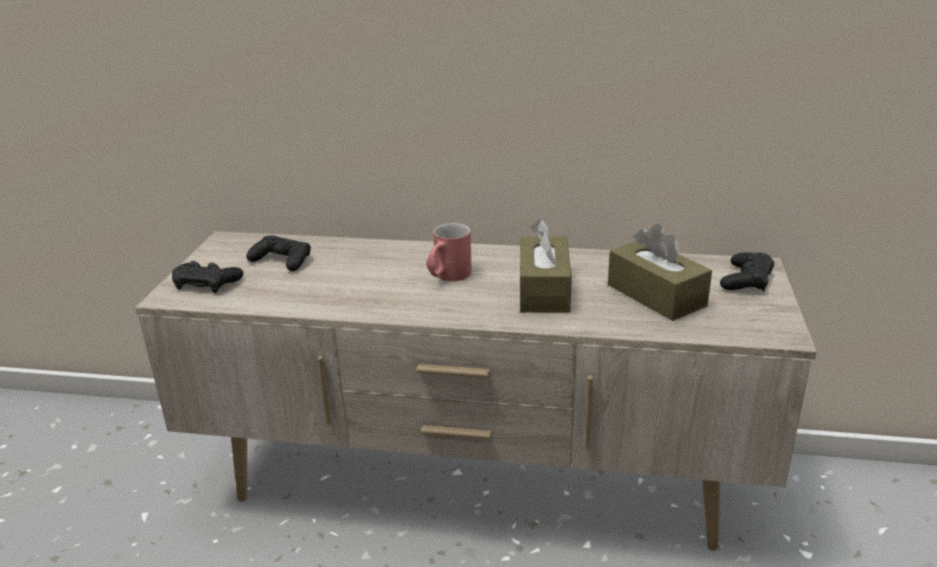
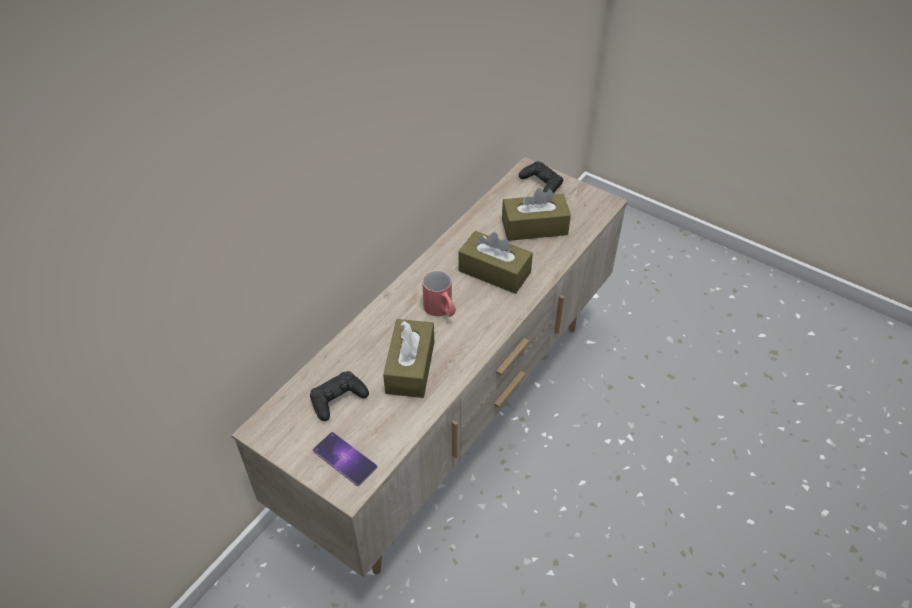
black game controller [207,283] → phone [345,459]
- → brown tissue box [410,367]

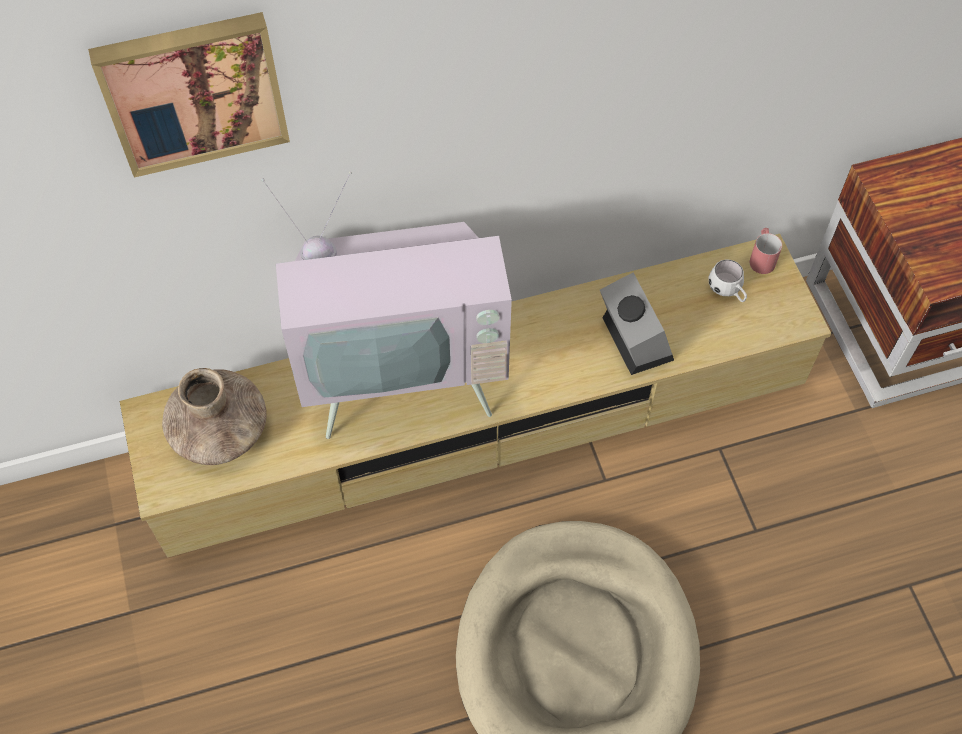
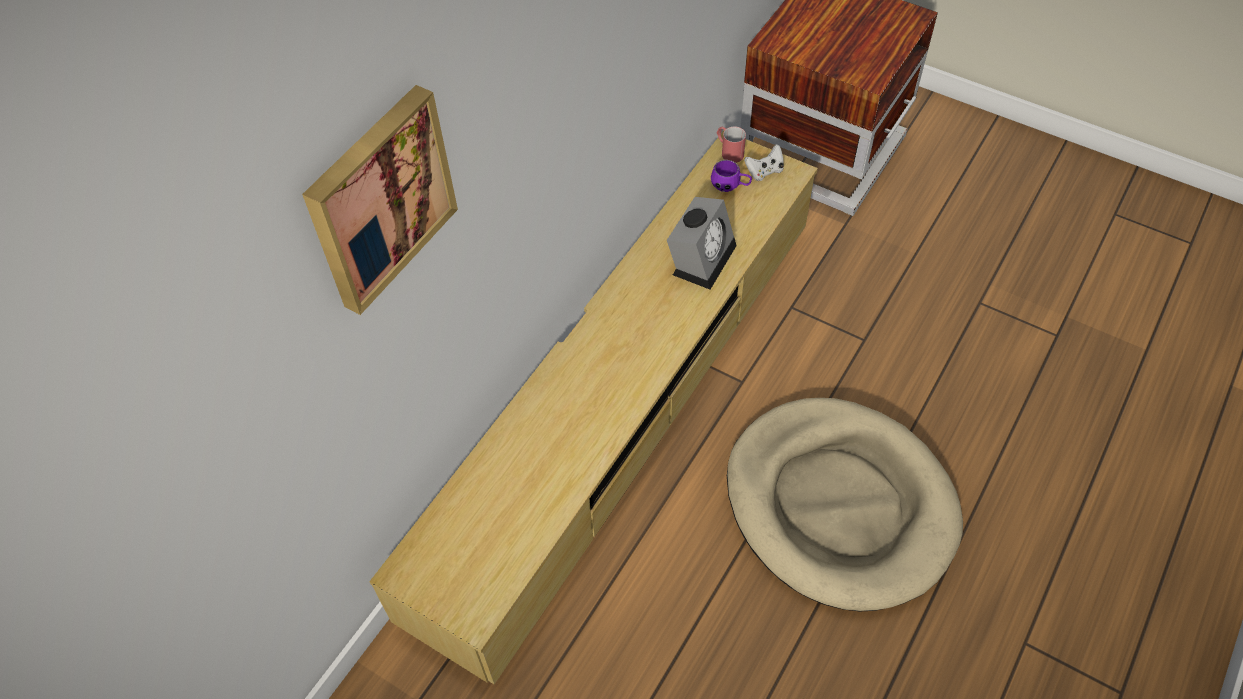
brown vase [219,430] → -
television [403,380] → -
alarm clock [632,338] → alarm clock [702,257], 90 degrees clockwise
white mug [727,292] → purple mug [730,186]
- → white game controller [764,172]

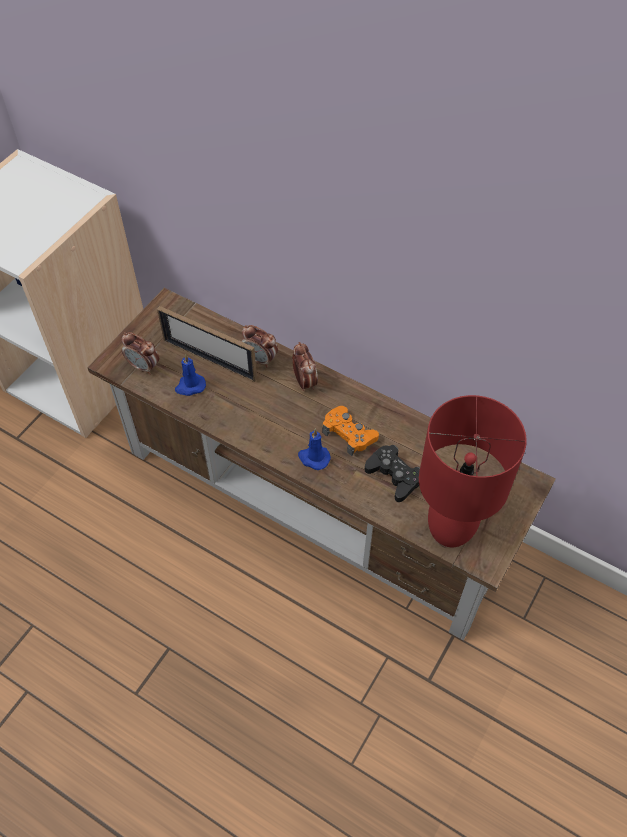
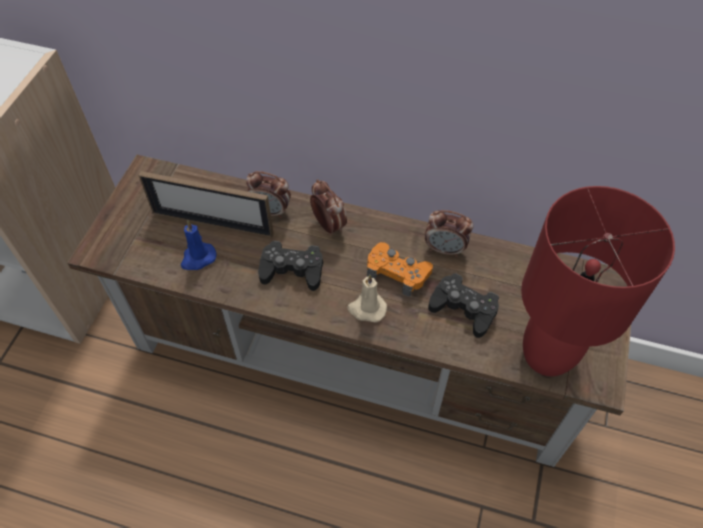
alarm clock [144,367] → alarm clock [445,249], moved
blue candle [313,458] → beige candle [366,309]
- → black game controller [292,270]

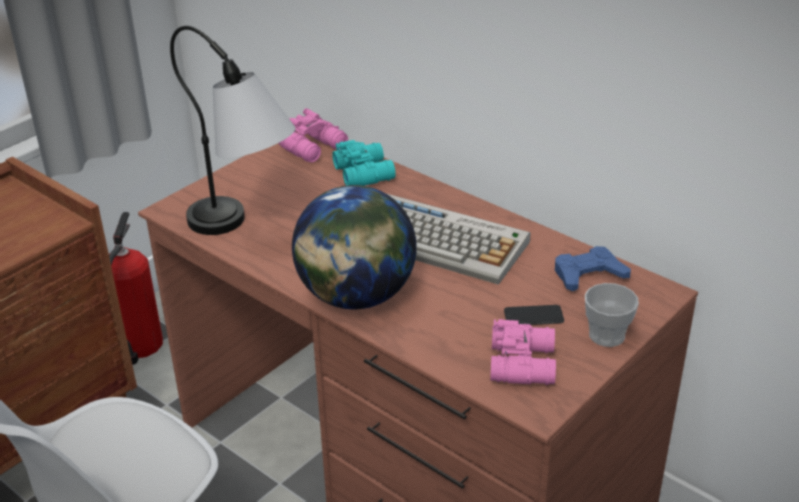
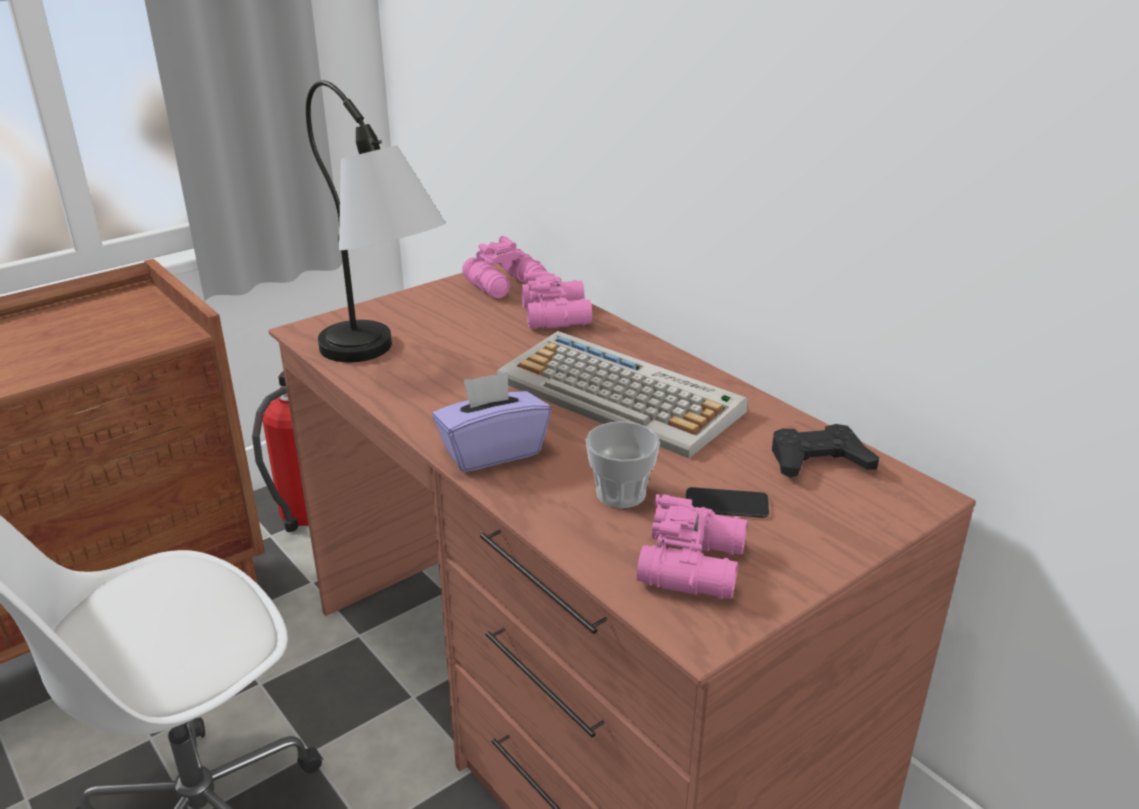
globe [356,296] → purple tissue box [492,451]
turquoise binoculars [365,172] → pink binoculars [557,315]
blue game controller [588,274] → black game controller [818,460]
cup [606,335] → cup [621,494], moved

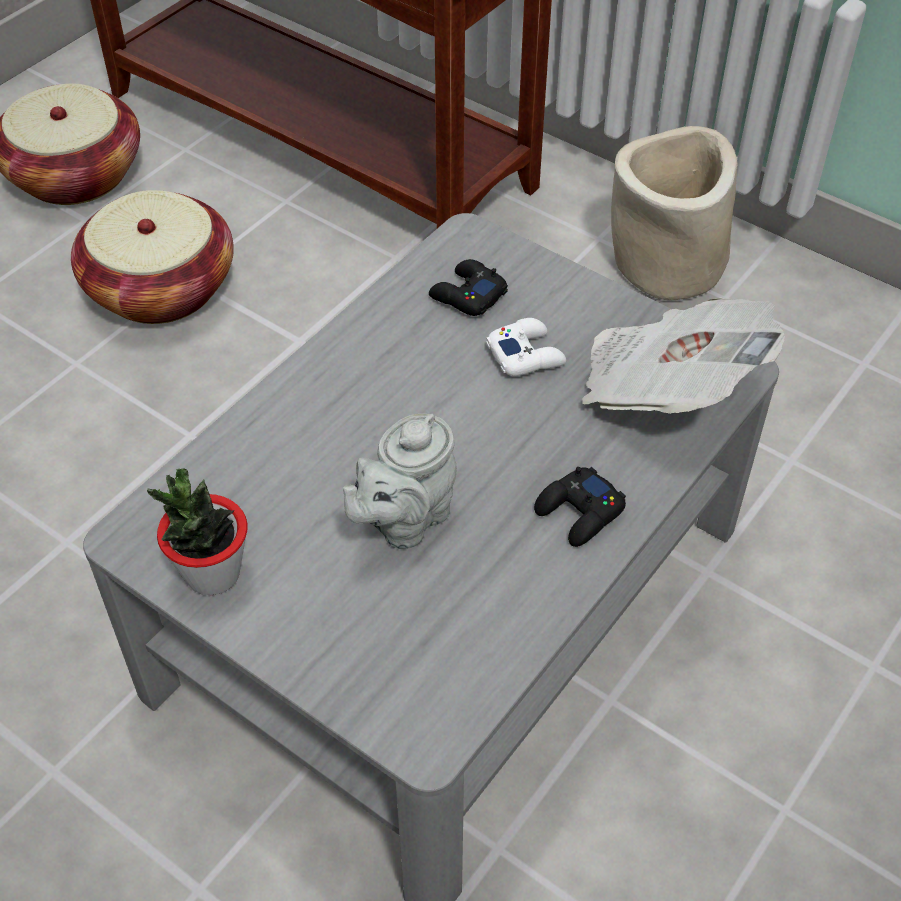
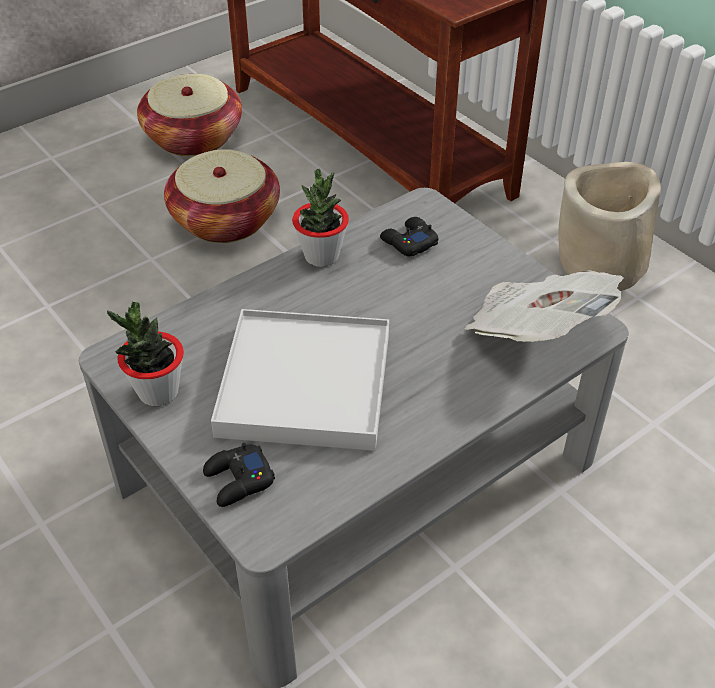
grey teapot [404,520] → white tray [306,384]
white game controller [526,354] → -
black game controller [579,513] → black game controller [238,480], moved
- → potted plant [321,256]

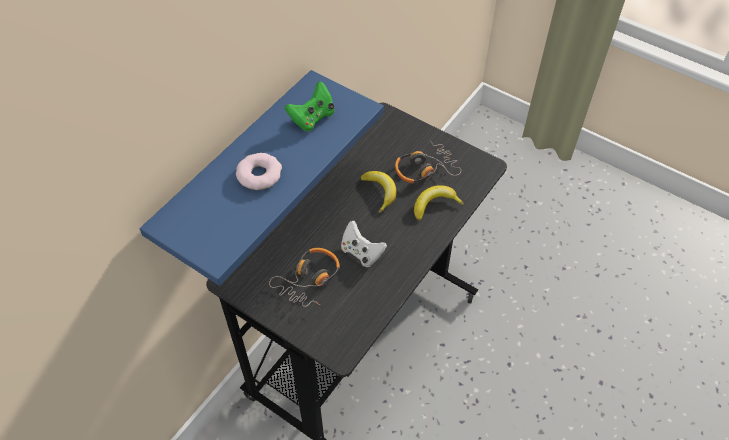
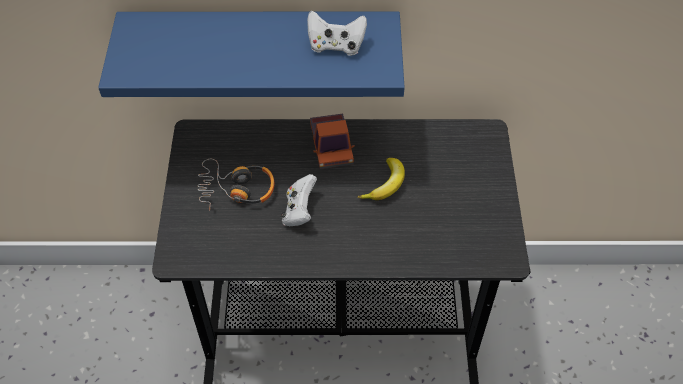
donut [259,175] → -
green game controller [312,118] → white game controller [336,46]
headphones [425,169] → -
banana [434,205] → -
- → toy truck [331,146]

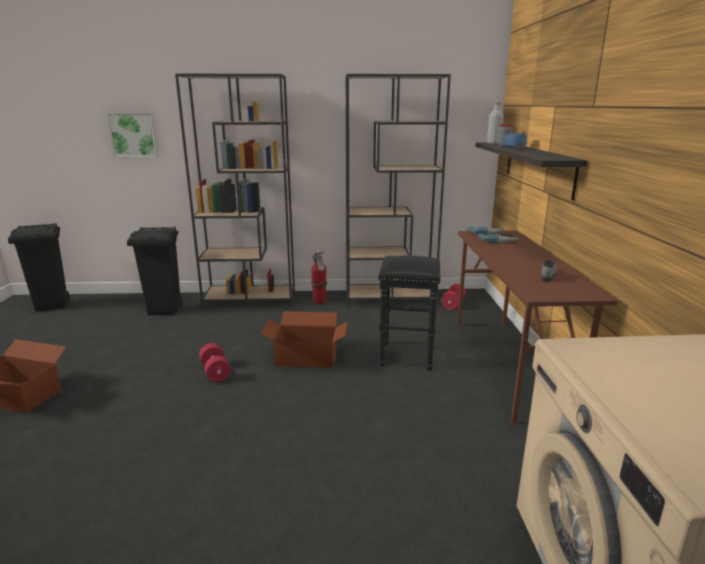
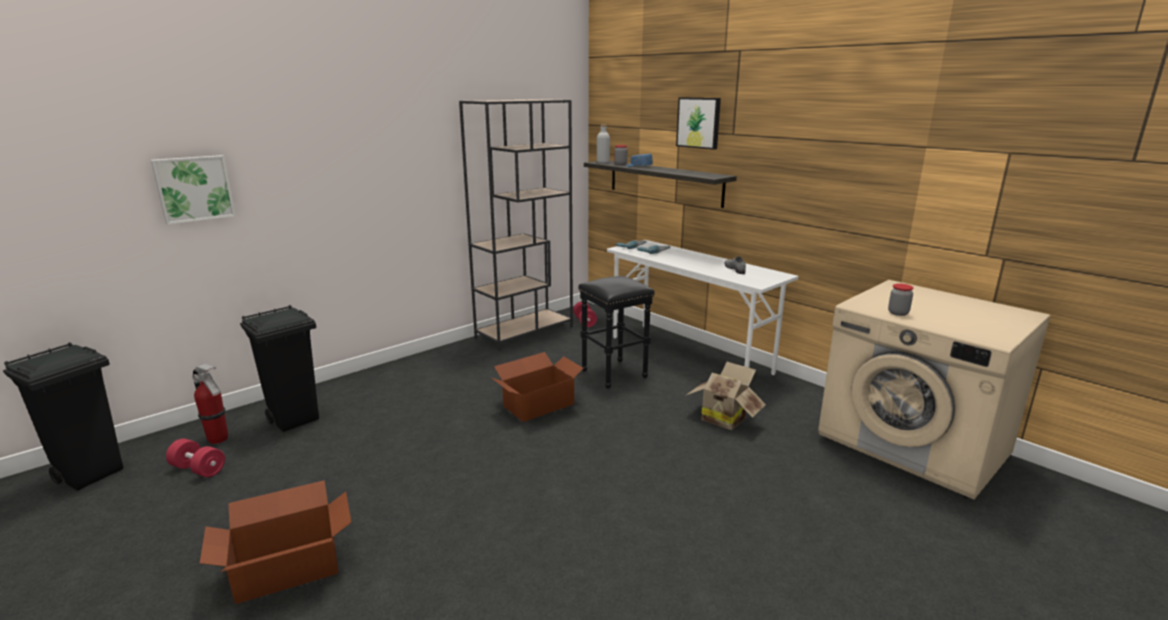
bookcase [250,299] → -
red dumbbell [215,372] → red dumbbell [198,469], moved
fire extinguisher [319,302] → fire extinguisher [218,439], moved
brown desk [508,365] → white desk [689,355]
- → picture [699,122]
- → cardboard box [724,417]
- → jar [898,313]

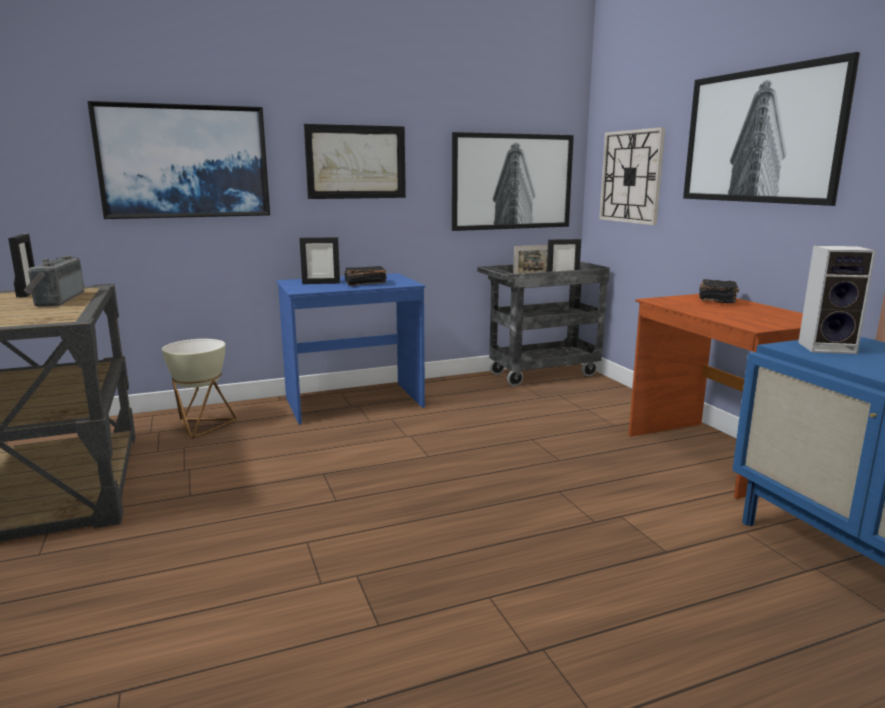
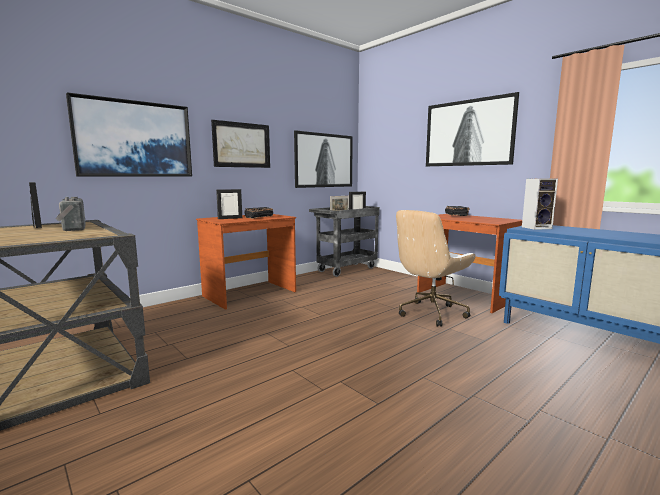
planter [203,426] → -
blue desk [354,403] → brown desk [250,294]
wall clock [631,176] → -
- → white office chair [430,314]

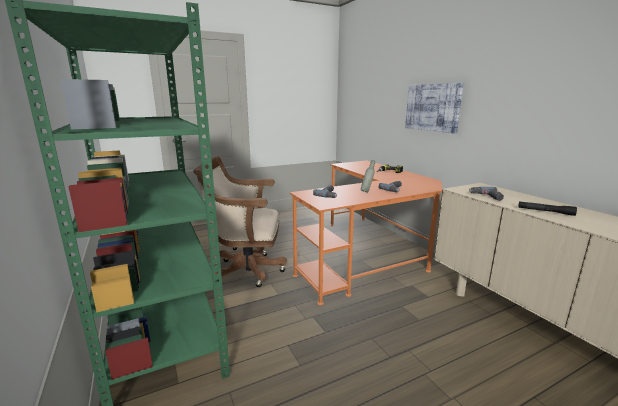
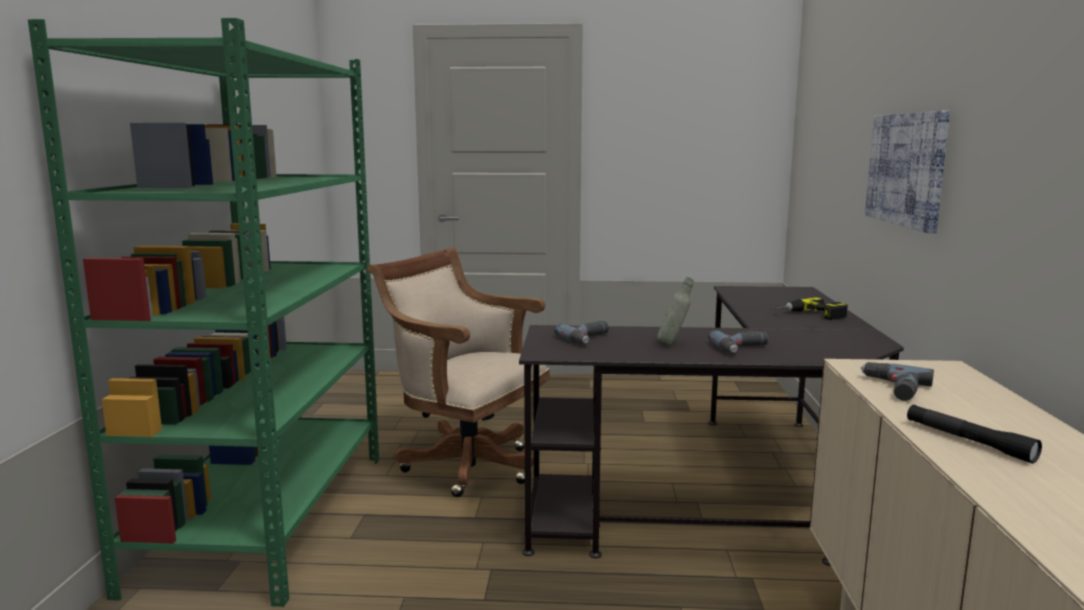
orange desk [369,254] → black desk [729,494]

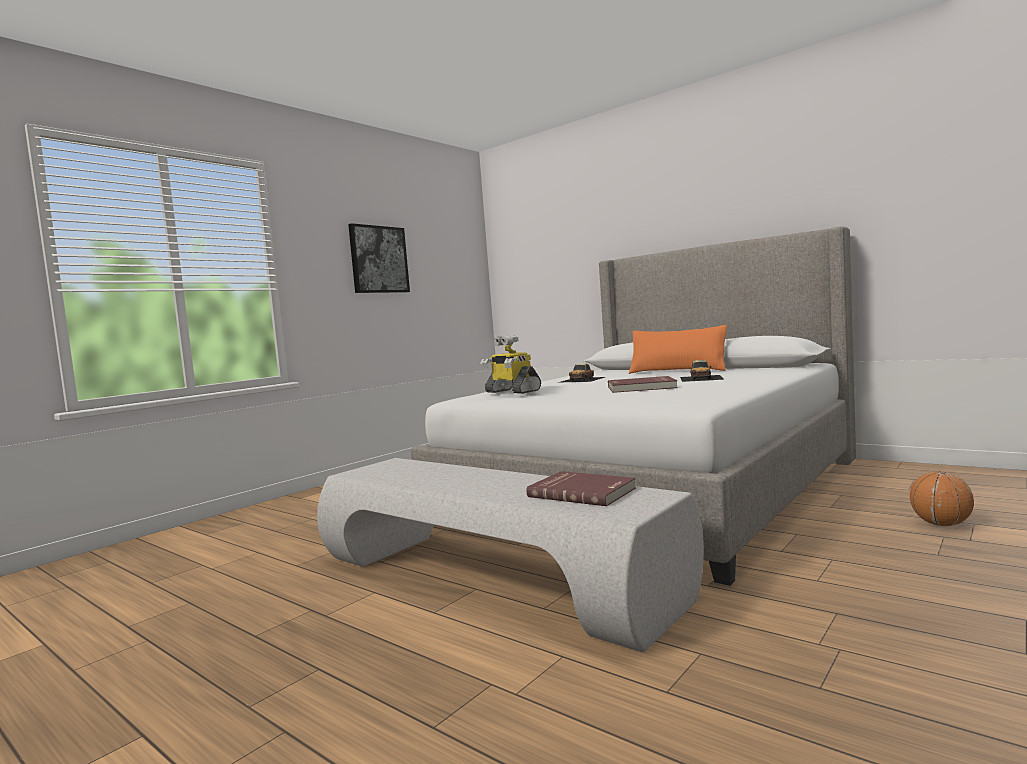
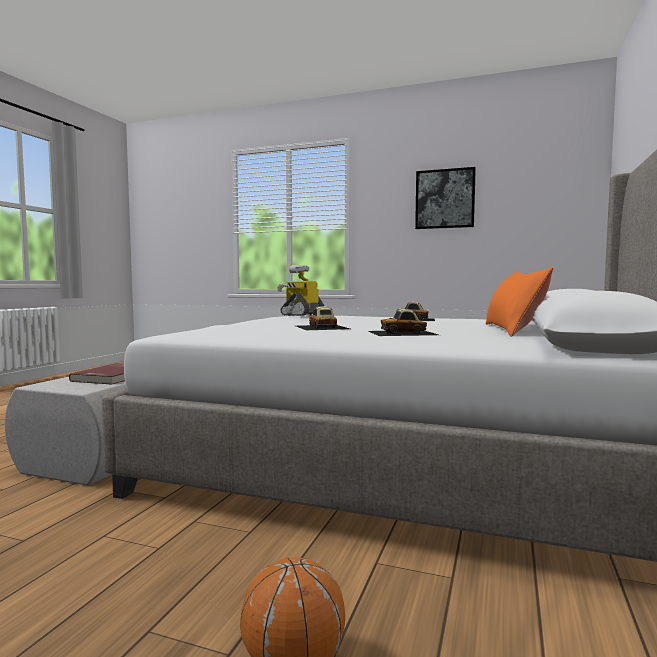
red book [641,388] → toy car [321,327]

